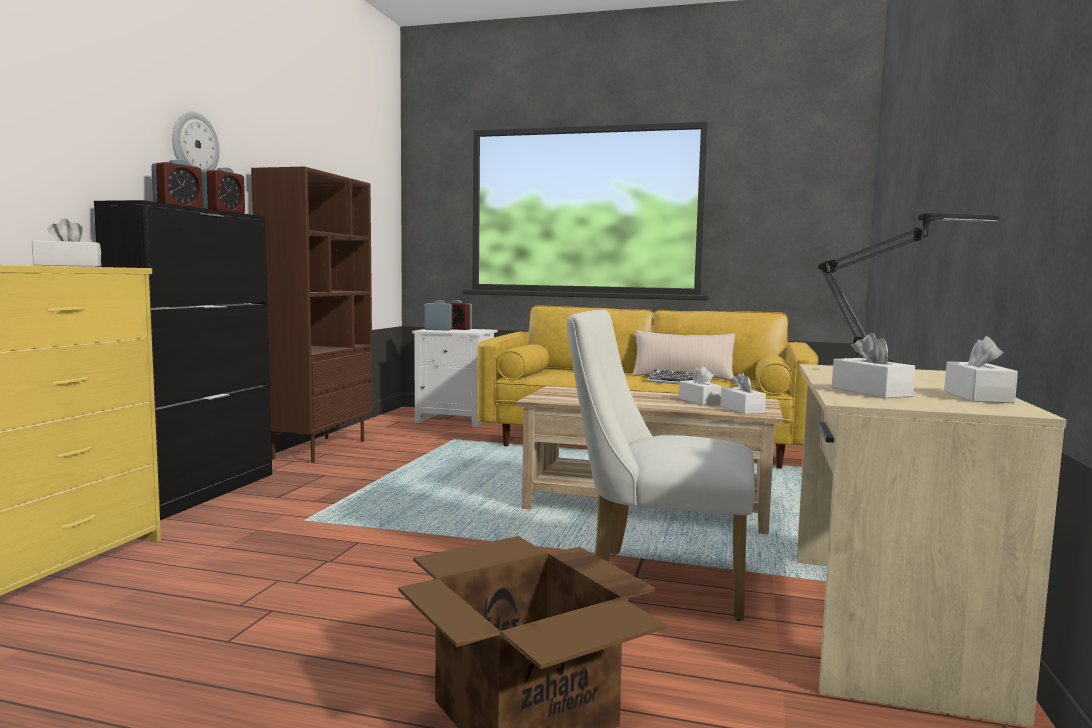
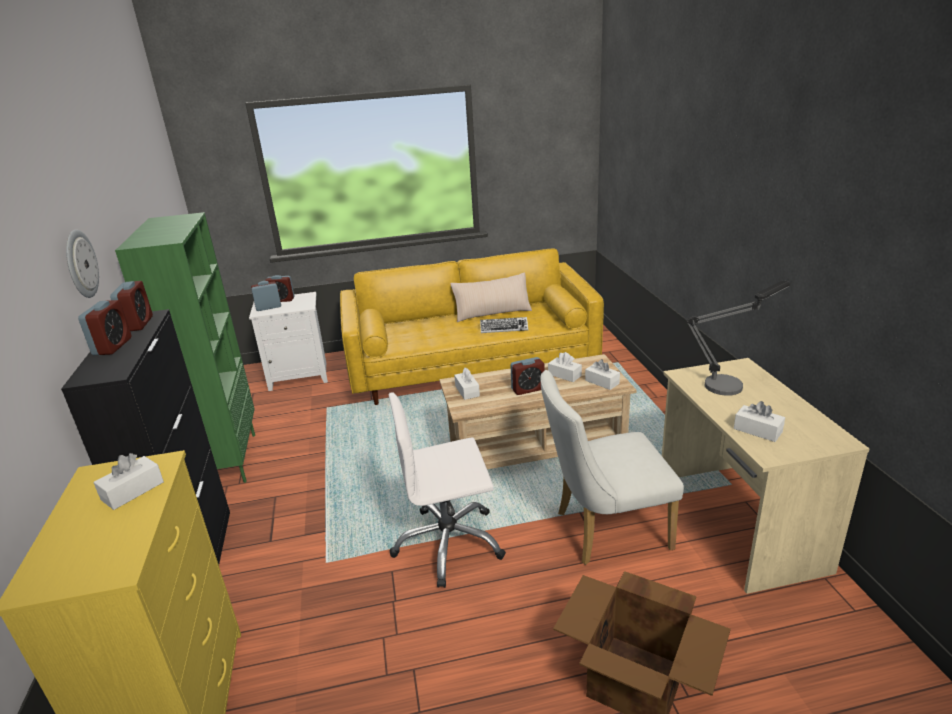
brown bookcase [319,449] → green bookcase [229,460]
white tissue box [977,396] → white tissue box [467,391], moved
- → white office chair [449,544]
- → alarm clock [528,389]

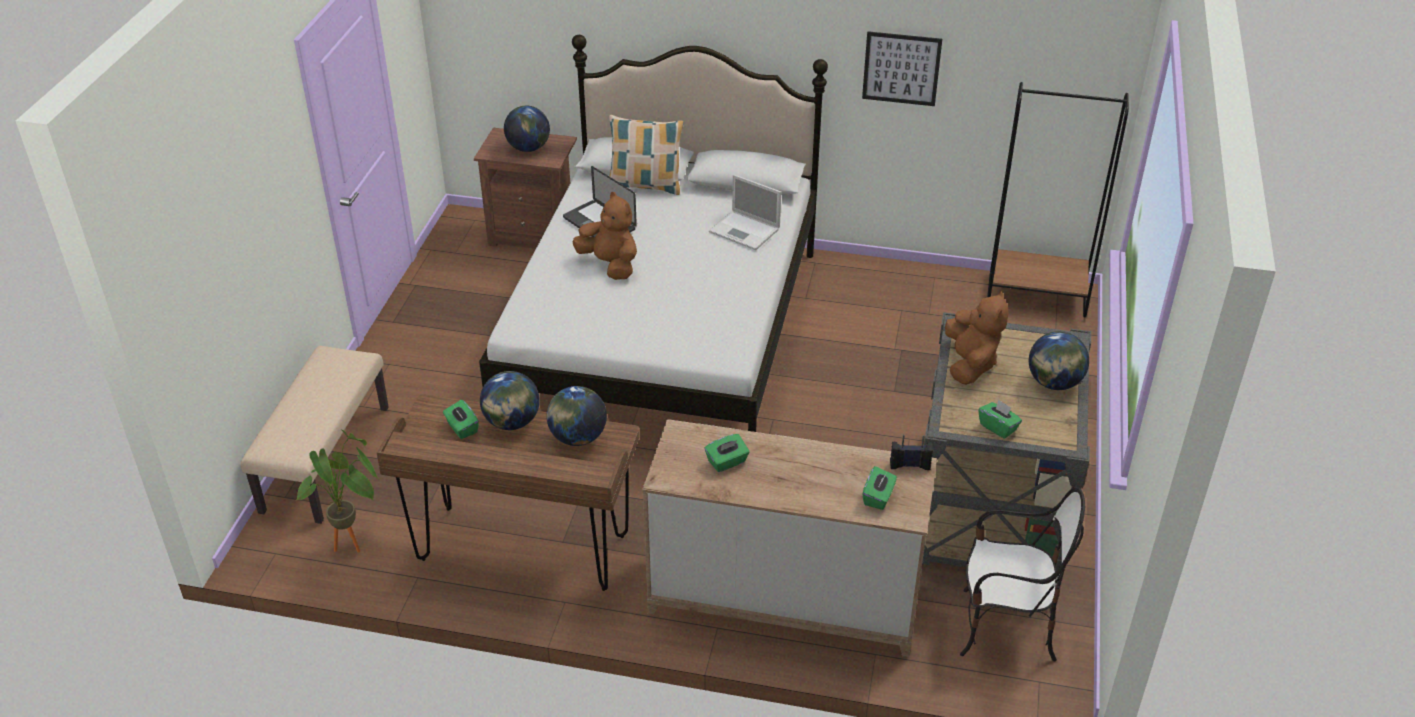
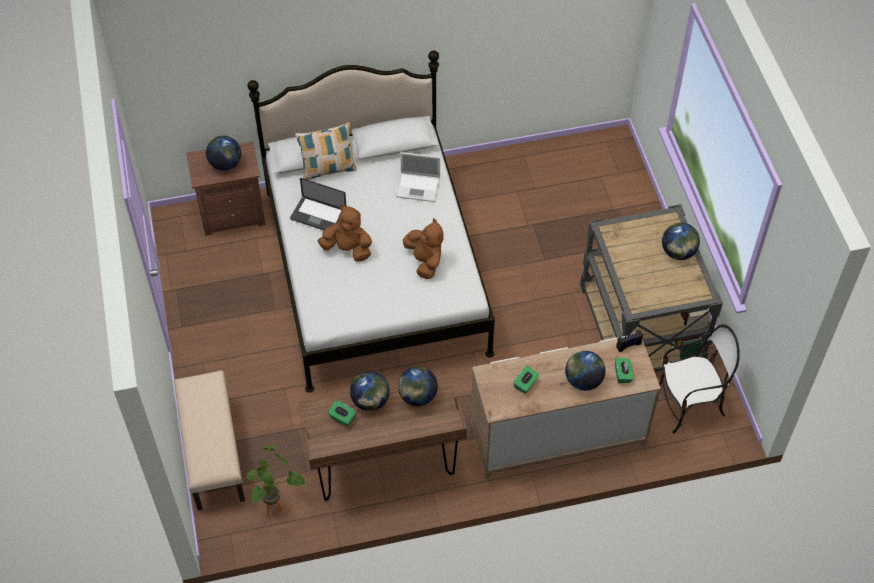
picture [901,68] → -
brown plush toy [970,364] → brown plush toy [425,261], moved
green tissue box [998,427] → -
clothes rack [1036,296] → -
- → globe [583,380]

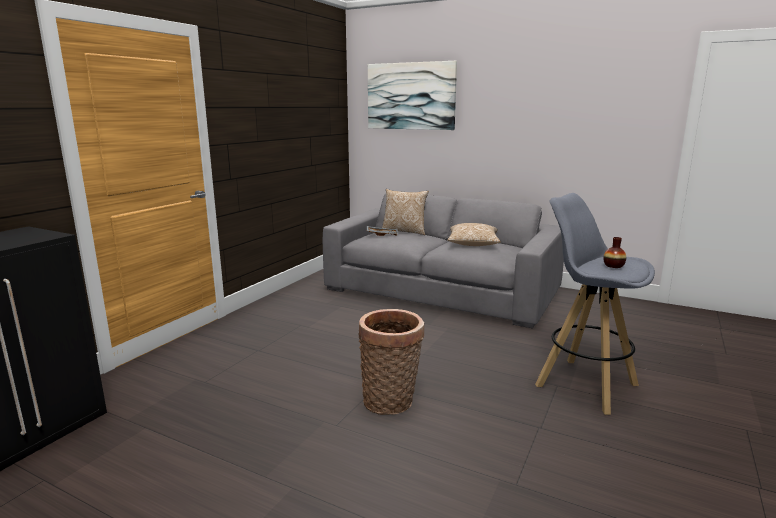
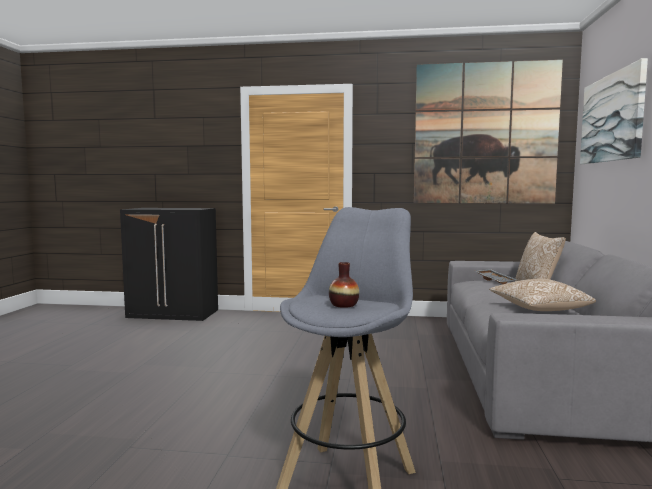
basket [391,402] → -
- → picture [485,134]

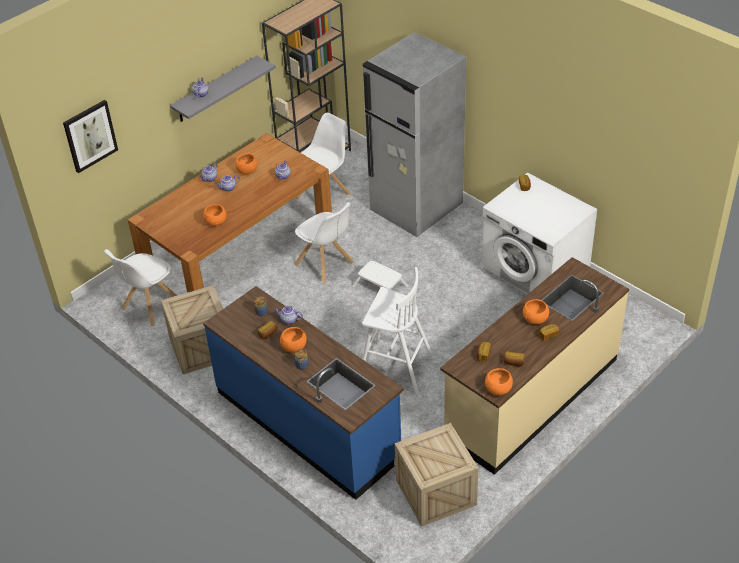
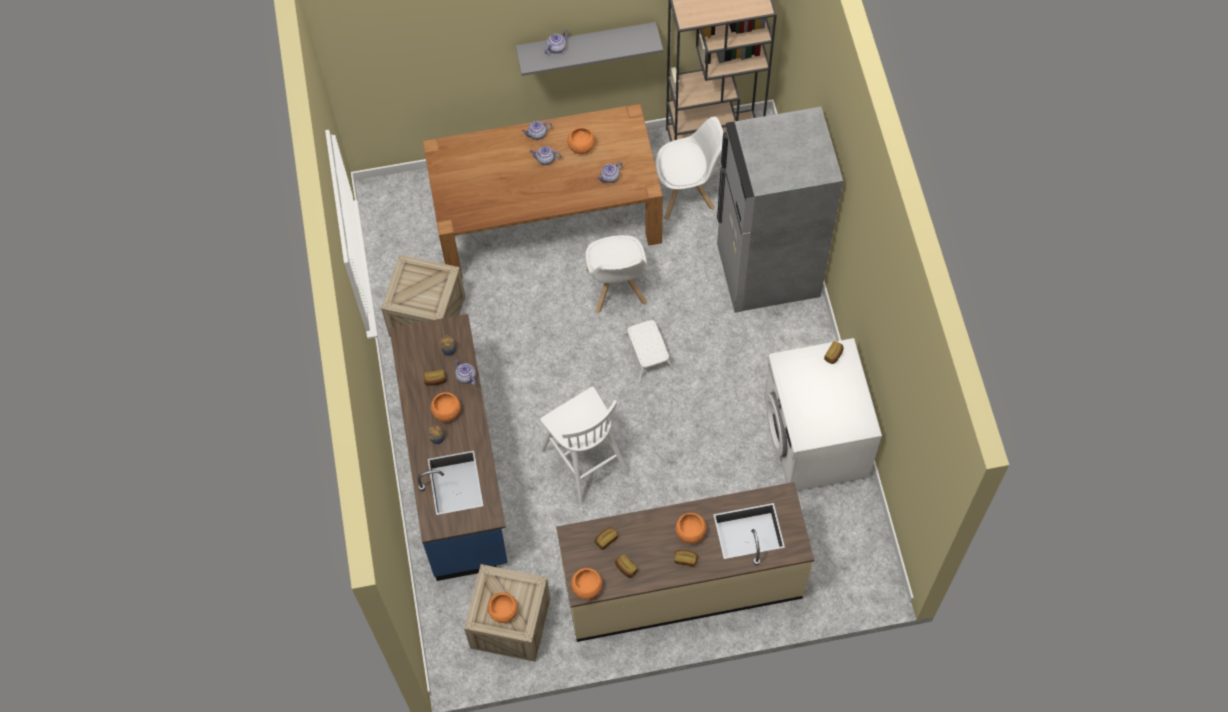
picture [90,136] → -
white chair [150,306] → -
orange bowl [215,222] → orange bowl [503,611], moved

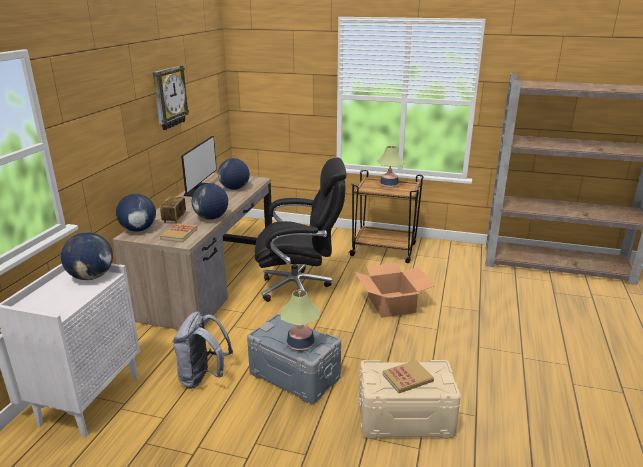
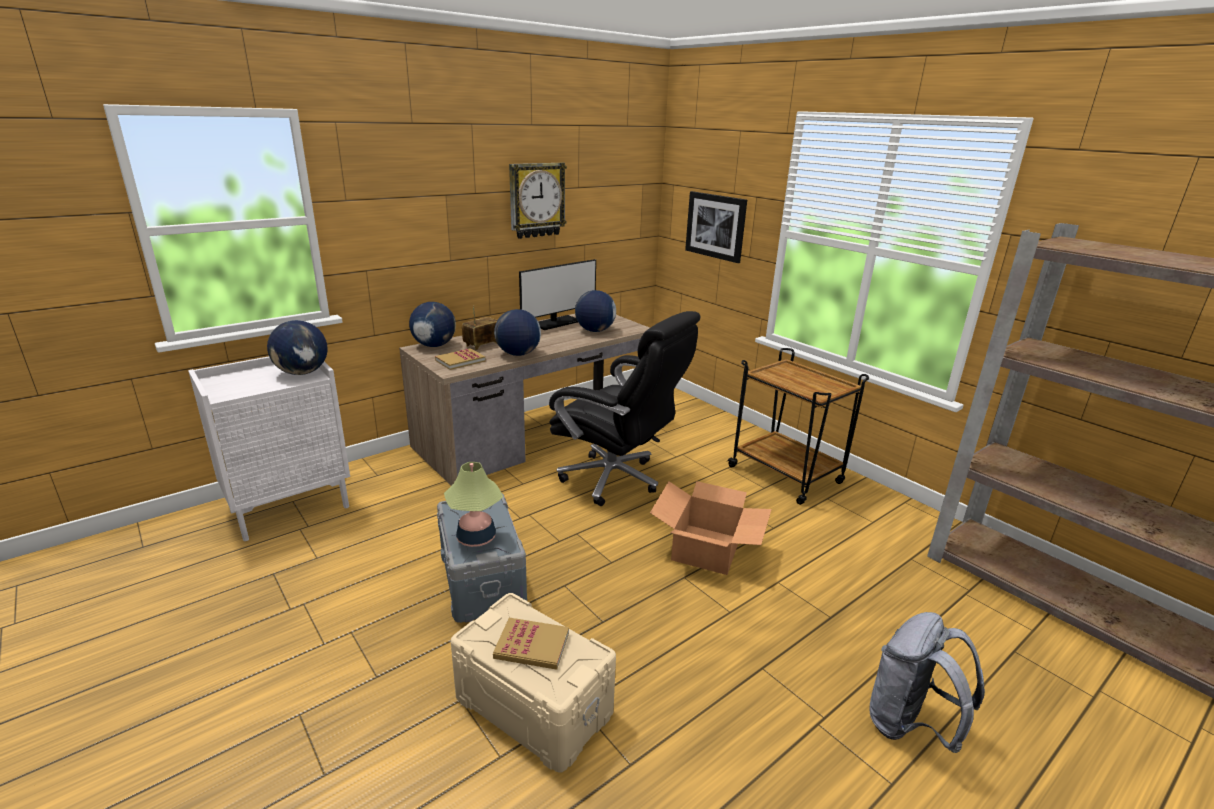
grey backpack [203,377] → grey backpack [909,725], moved
table lamp [389,185] → -
- → picture [715,226]

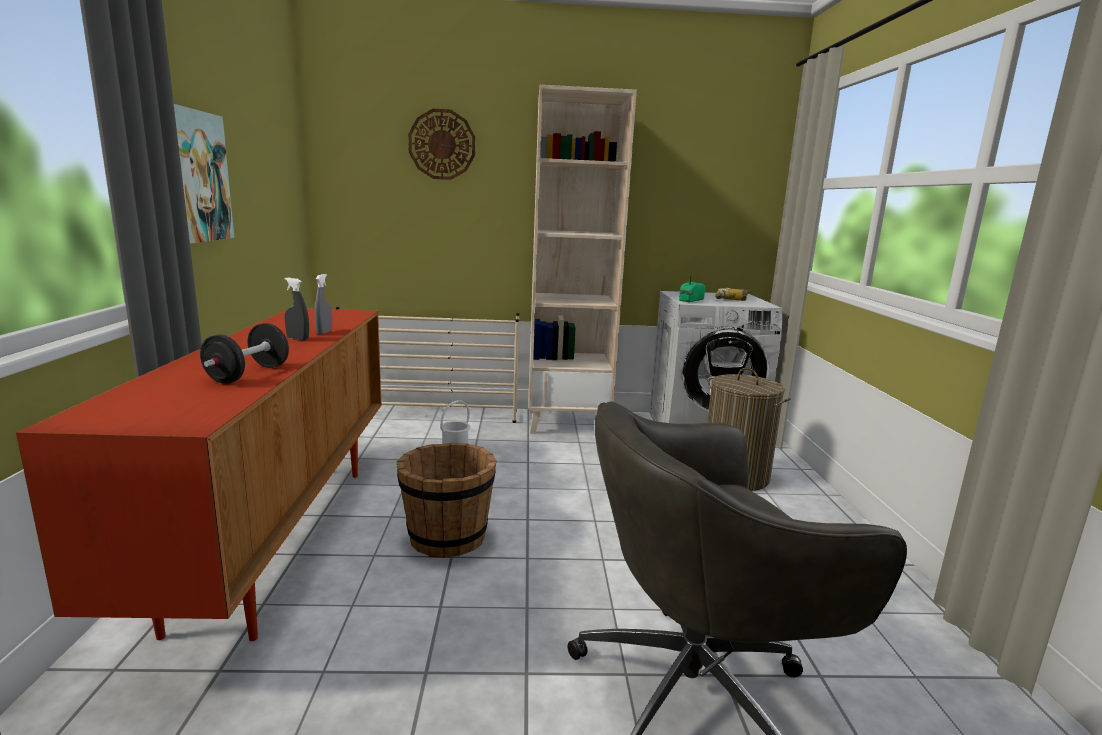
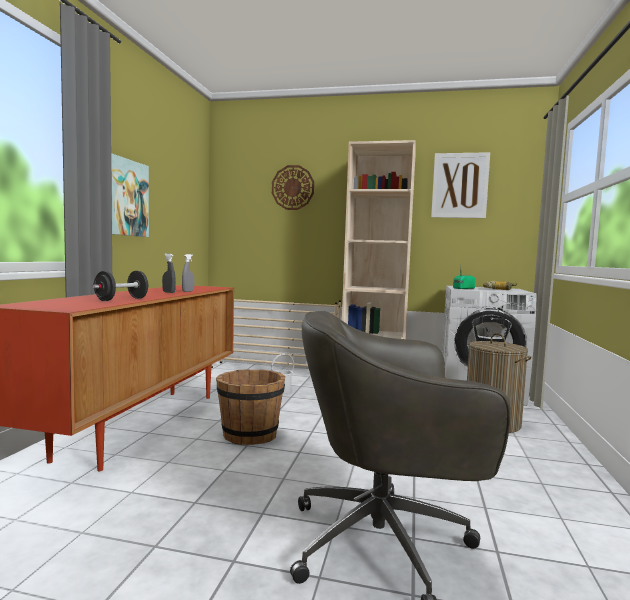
- → picture [460,185]

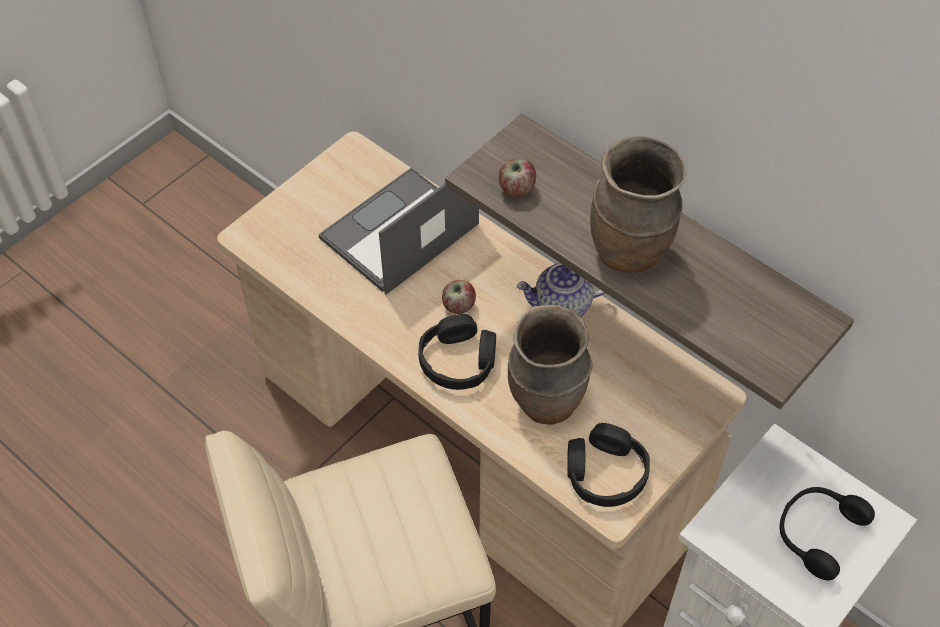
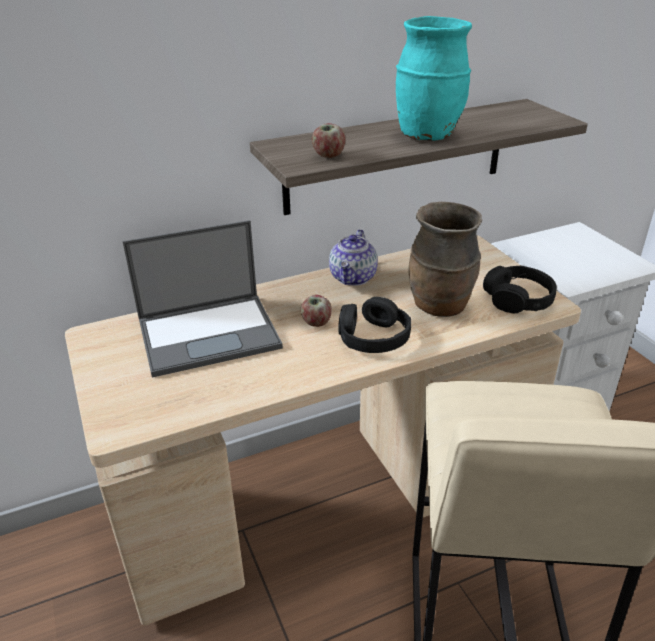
laptop [398,233] → laptop [210,333], 90 degrees counterclockwise
brown vase [630,252] → turquoise vase [428,135]
black headphones [816,533] → -

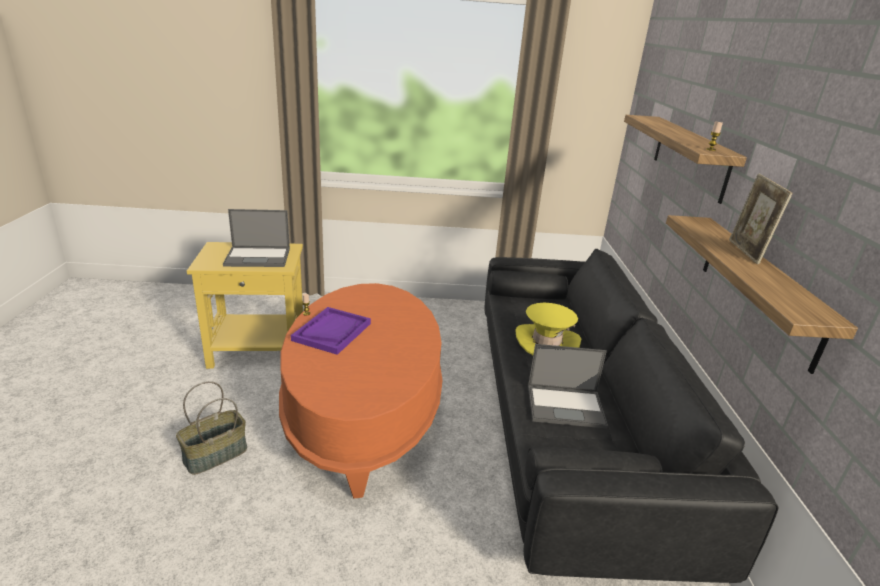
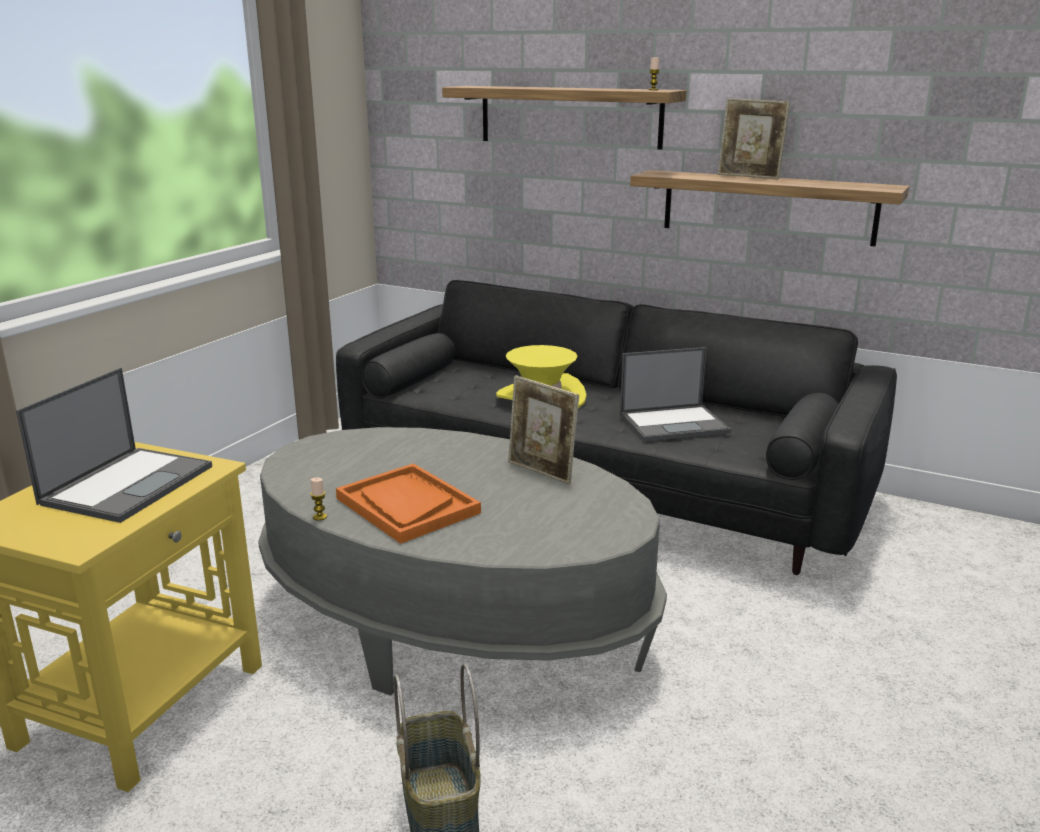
orange coffee table [363,411] → grey coffee table [453,622]
purple tray [332,332] → orange tray [407,505]
laptop [566,406] → laptop [674,423], 45 degrees clockwise
- → picture frame [541,472]

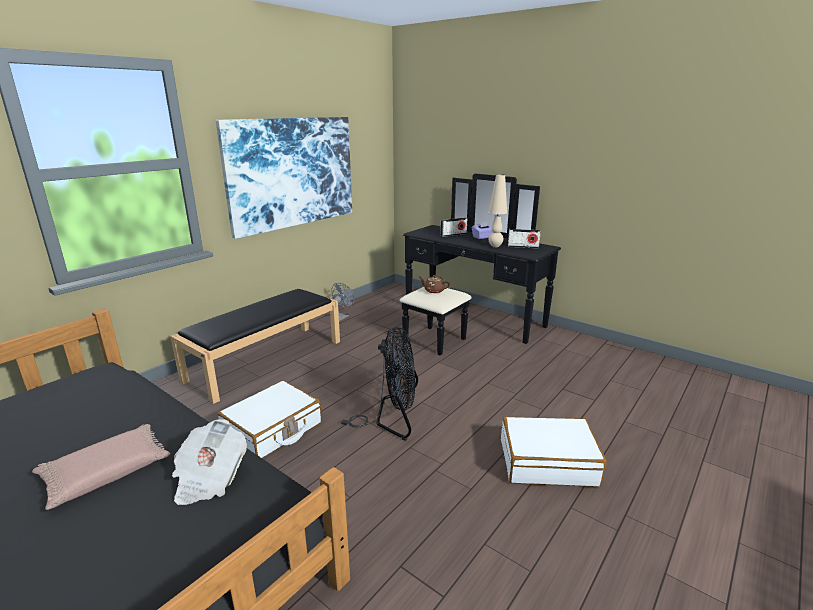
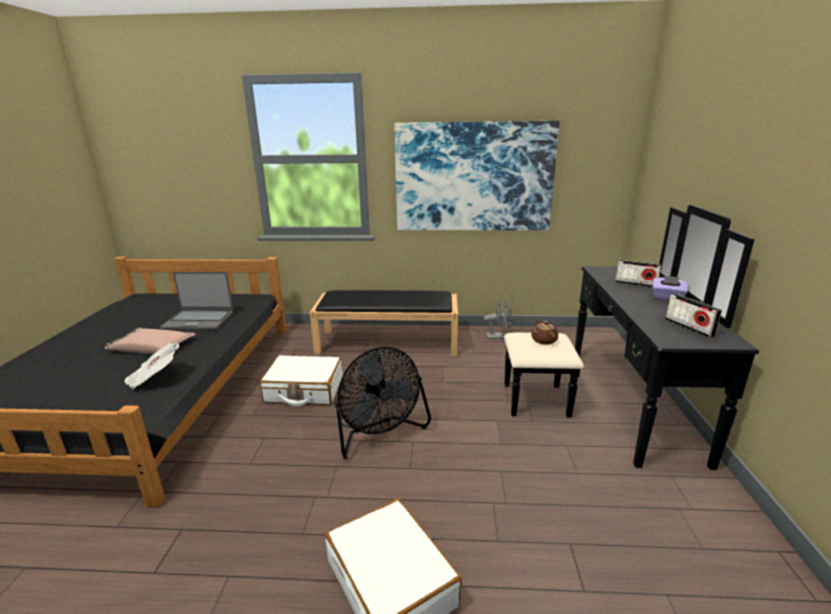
beige table lamp [495,246] → -
- → laptop [199,321]

